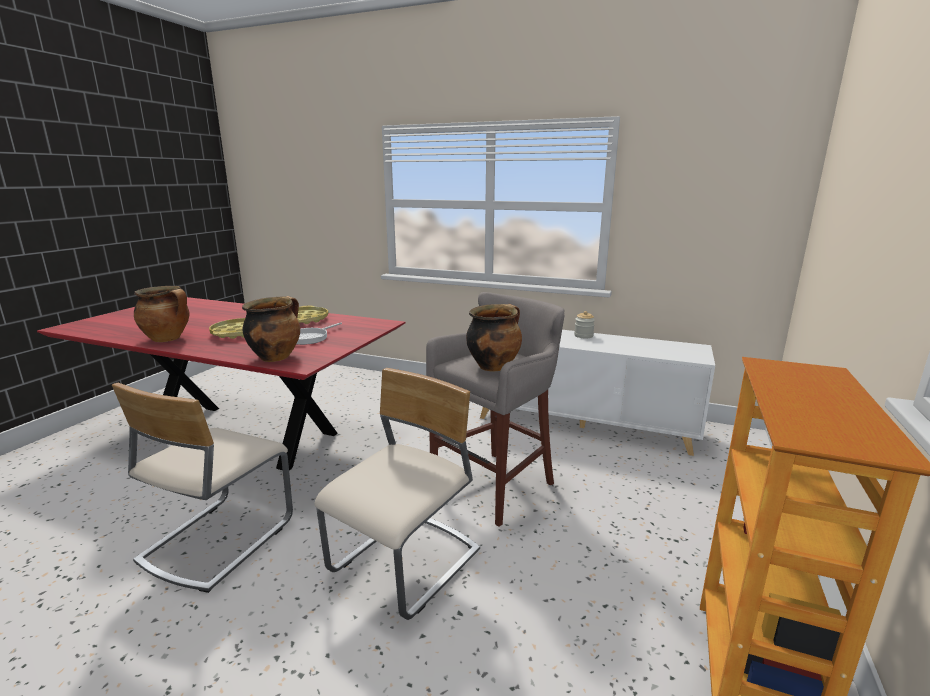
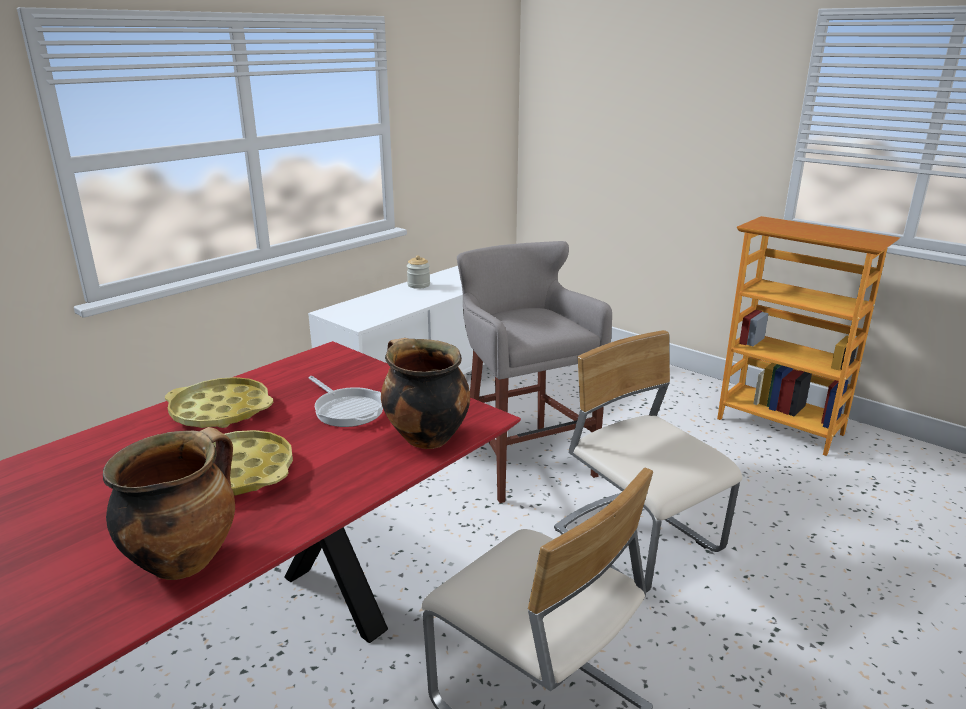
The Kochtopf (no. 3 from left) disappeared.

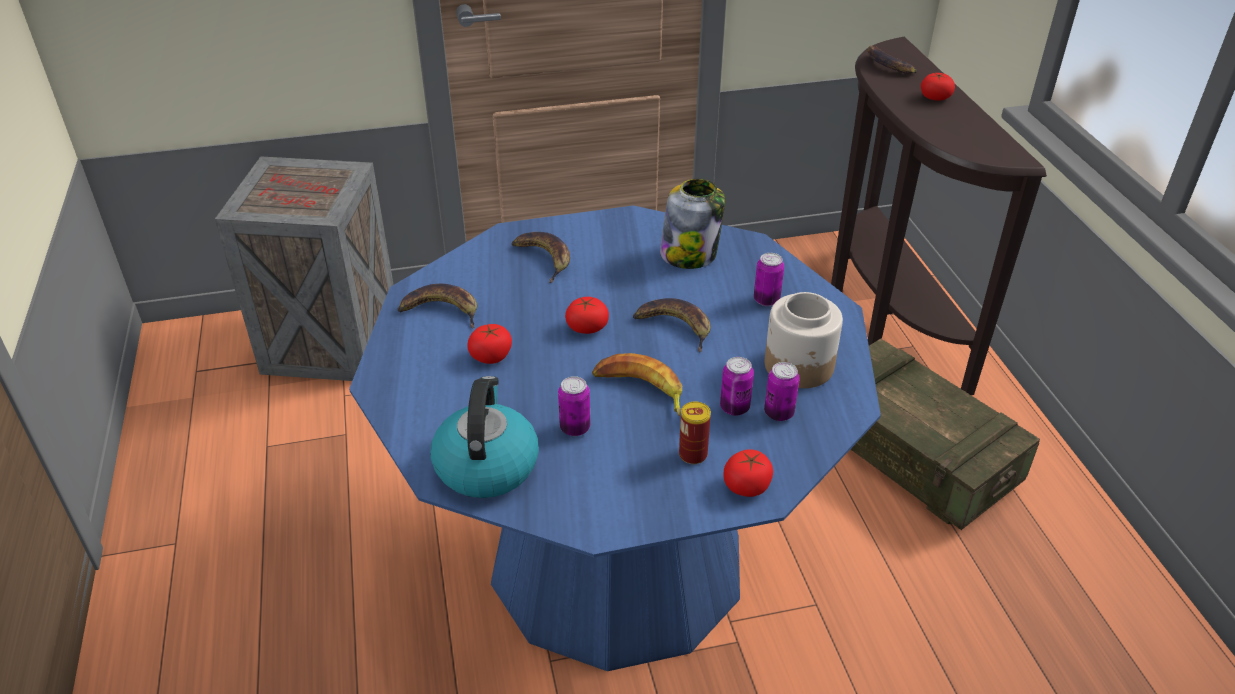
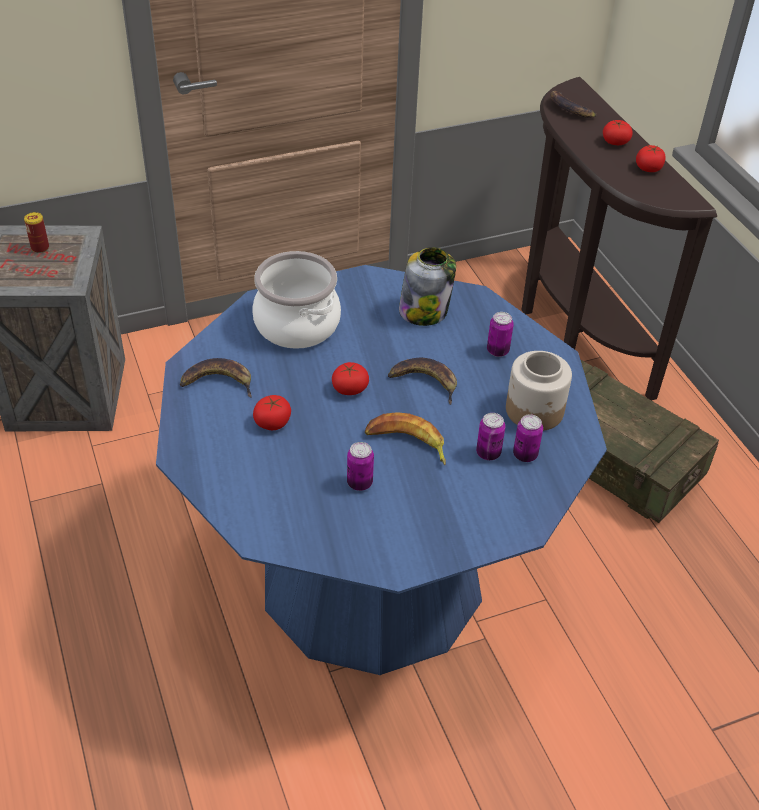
The Wasserkessel disappeared. The Banane (no. 2 from left) was replaced by the Kochtopf. The Dose (no. 2 from left in the first image) moved. The Tomate (no. 3 from left in the first image) moved.

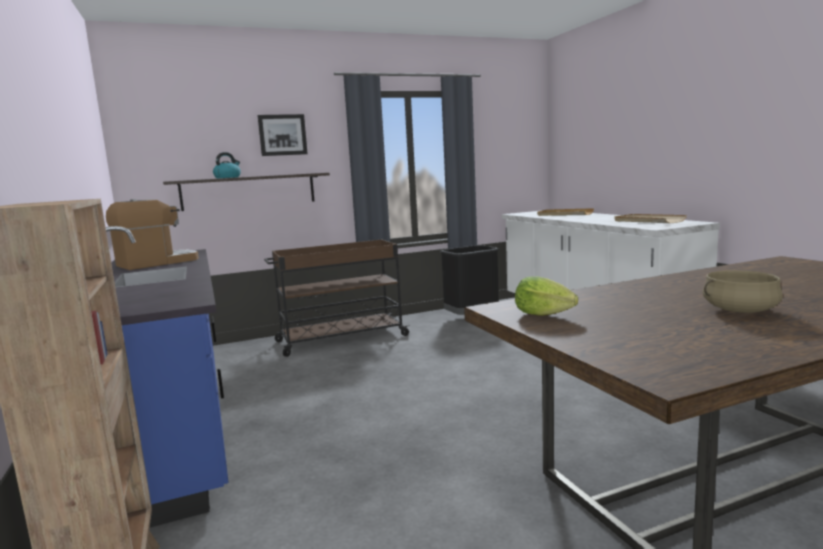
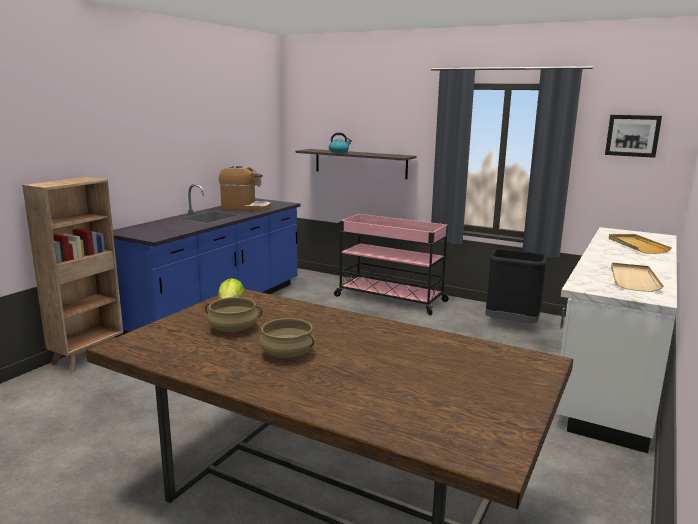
The Bild moved. The Rollwagen (braun) became the Rollwagen (rosa). The Kochtopf (beige) (no. 1 from left) appeared.

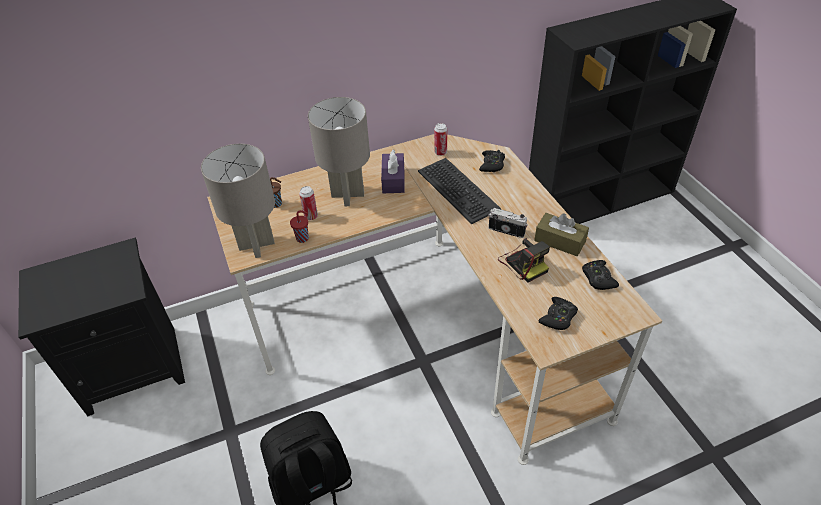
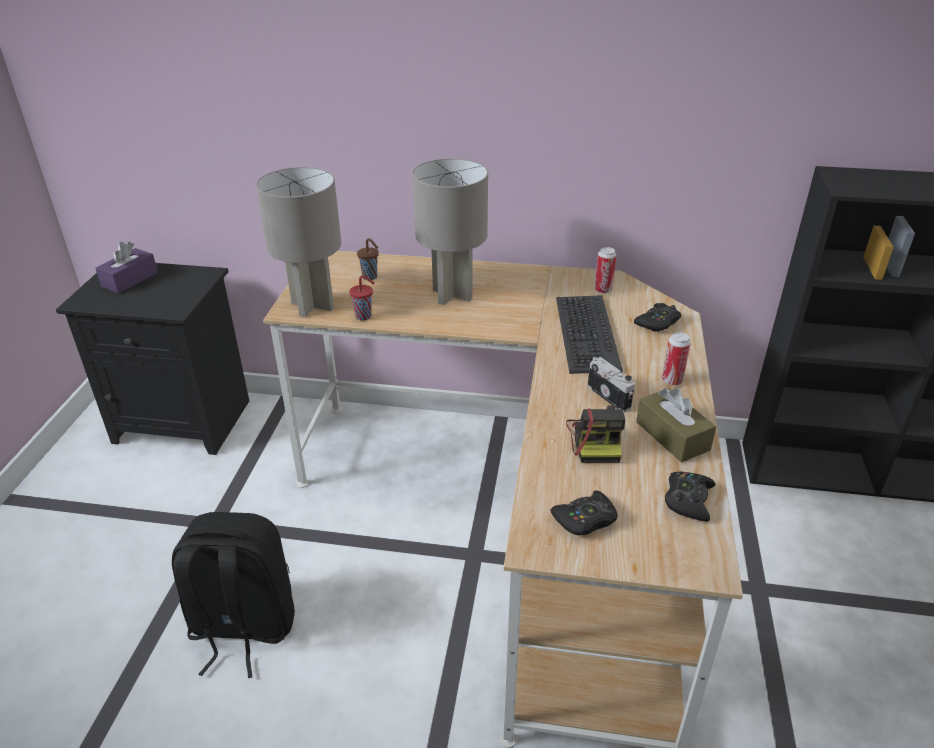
The Dose (no. 1 from left in the first image) moved. The Taschentuchbox (lila) moved.

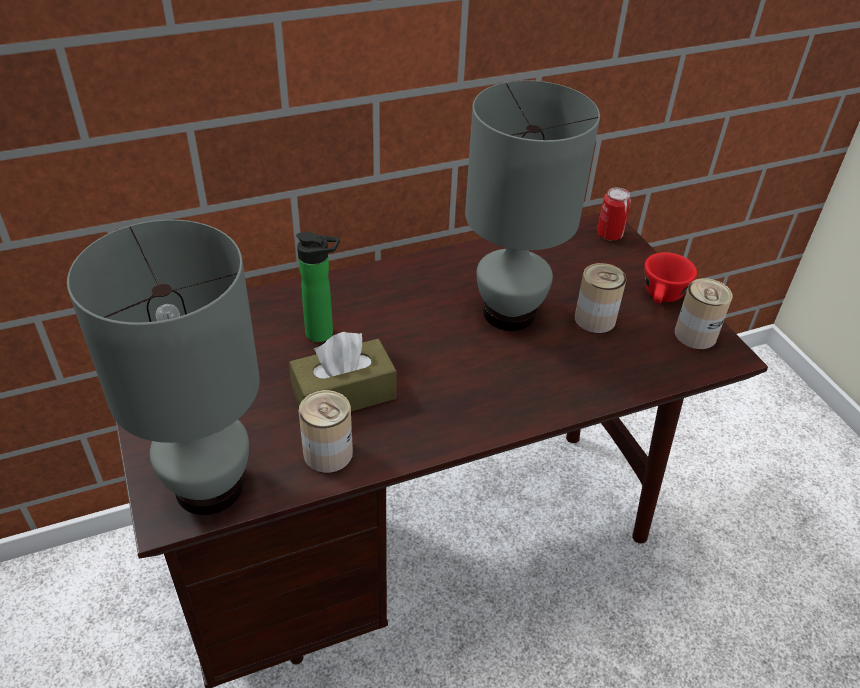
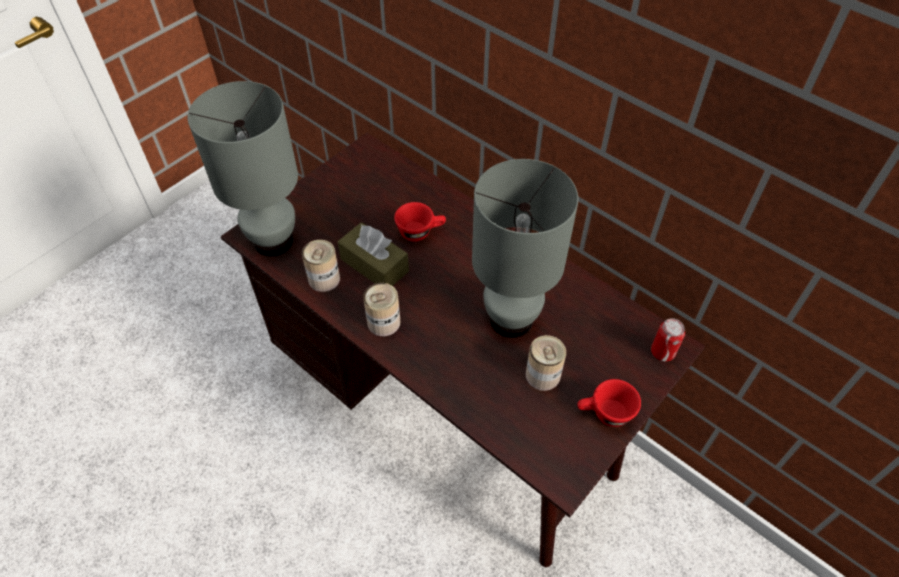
The Flasche was replaced by the Tasse (rot) (no. 1 from left). The Dose (no. 4 from left in the first image) moved.

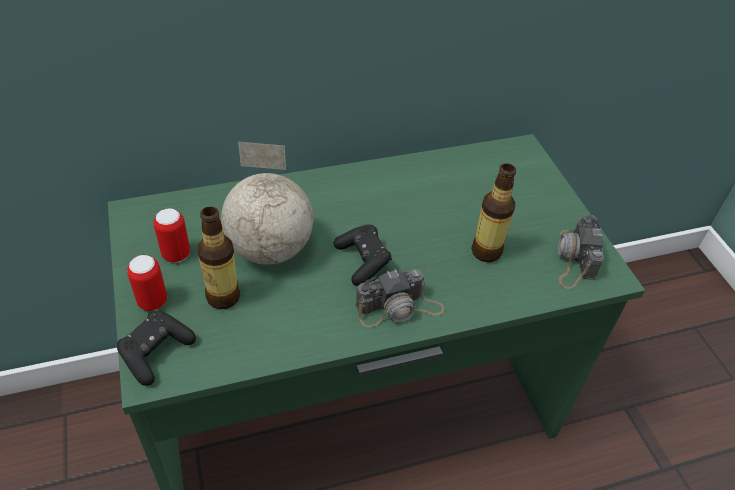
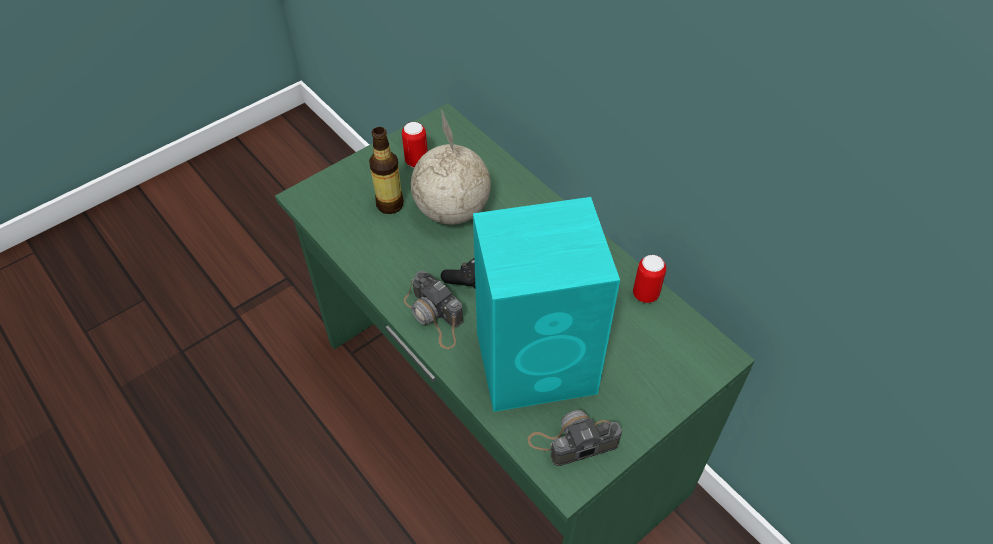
The Gamepad (schwarz) (no. 1 from left) disappeared. The Dose (no. 1 from left in the first image) moved. The Flasche (no. 2 from left) was replaced by the Lautsprecher (türkis).

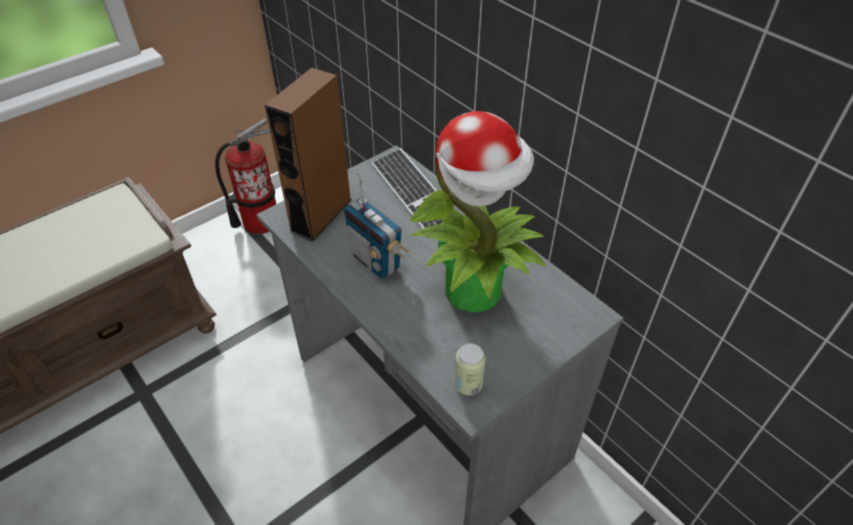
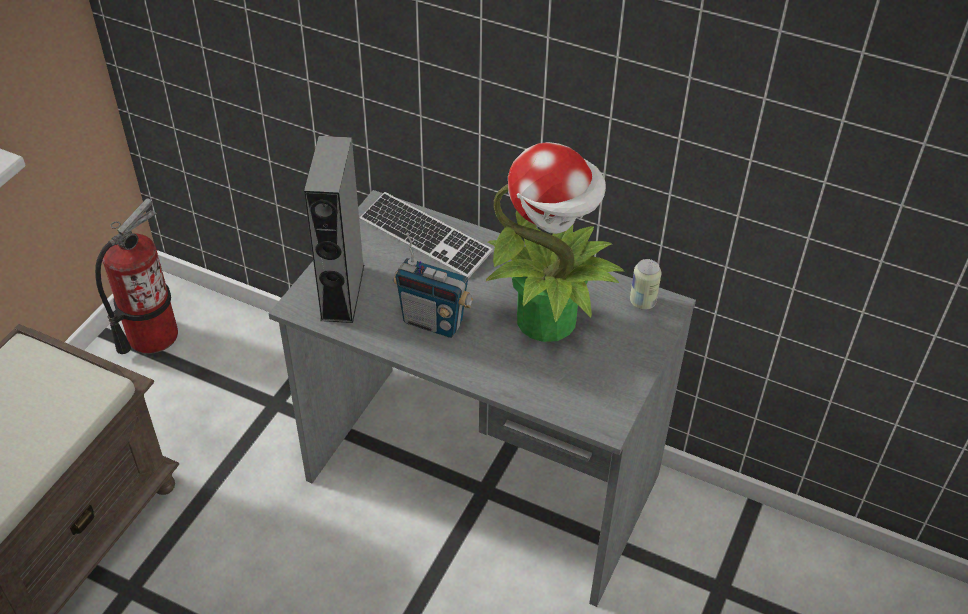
The Lautsprecher (braun) became the Lautsprecher (grau). The Dose moved.

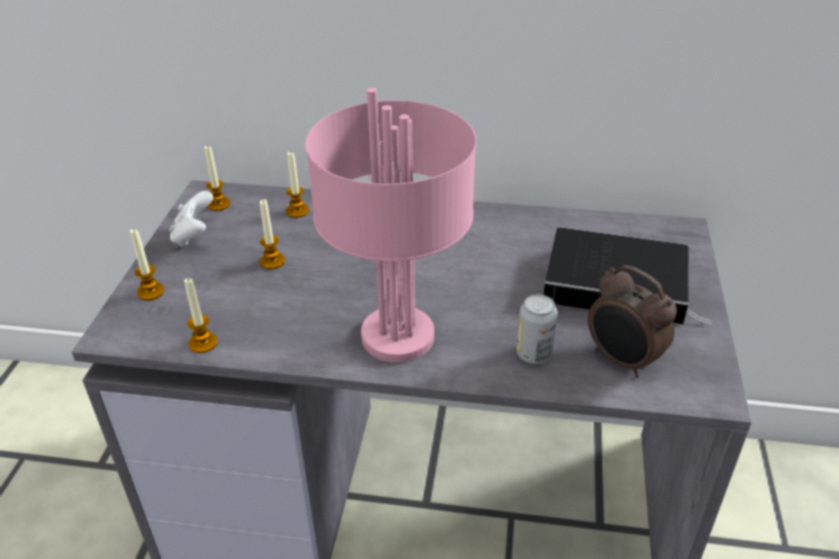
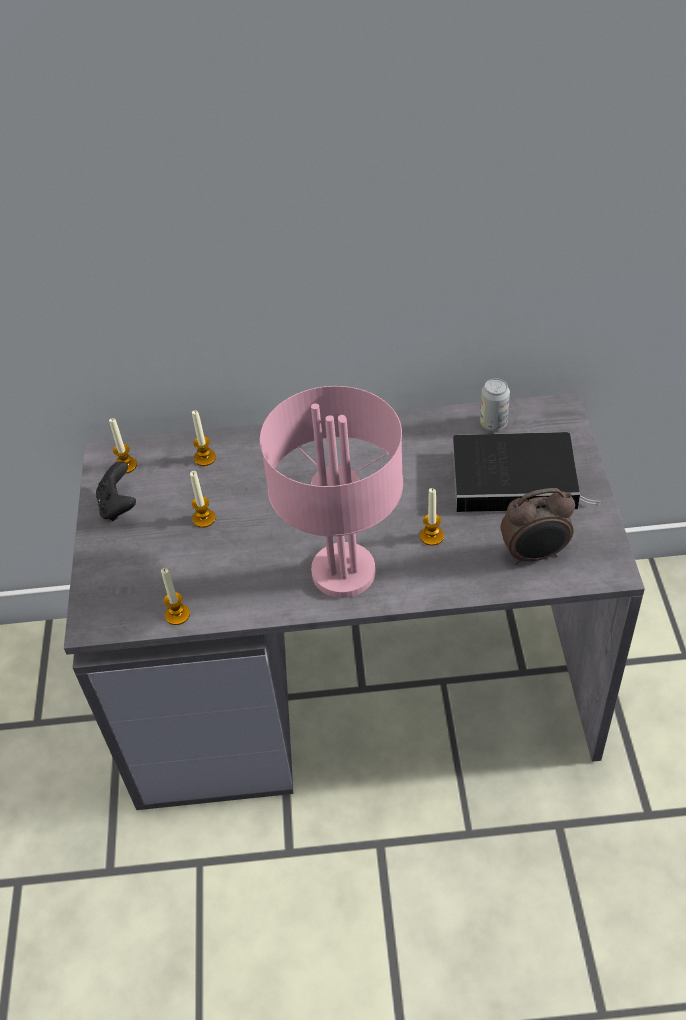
The Kerze (no. 1 from left in the first image) moved. The Gamepad (weiß) became the Gamepad (schwarz). The Dose moved. The Wecker turned 45 degrees counterclockwise.

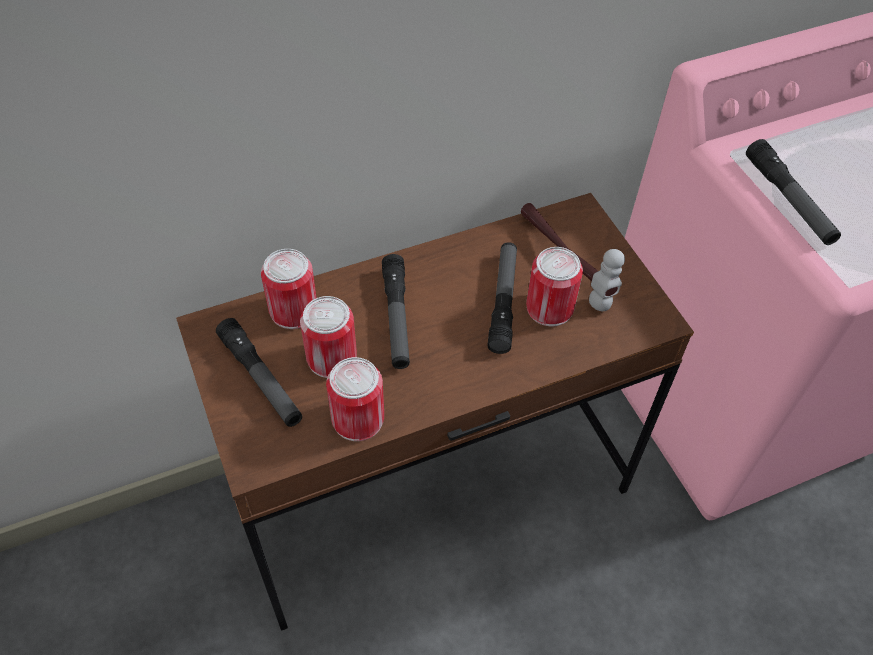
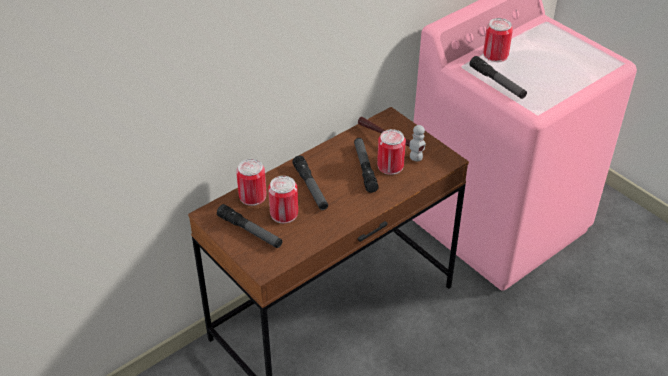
The Dose (no. 3 from left in the first image) moved.

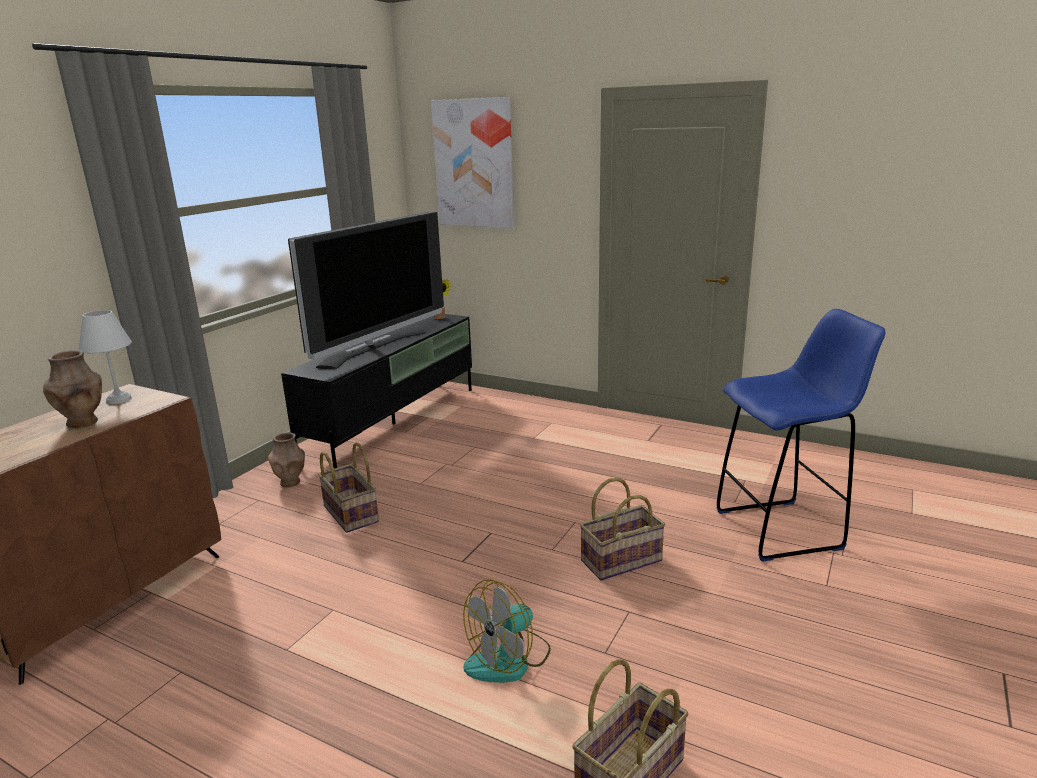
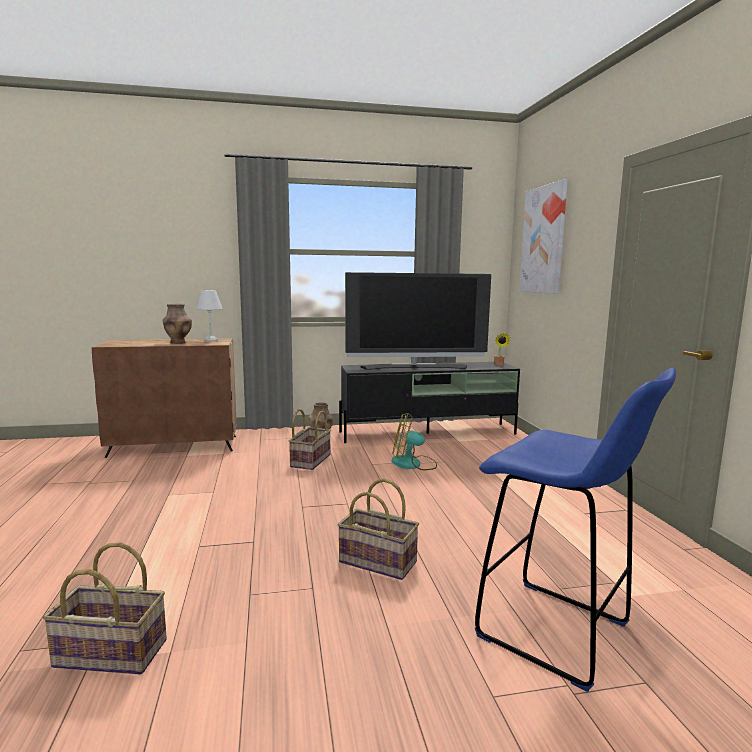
The Ventilator moved.

